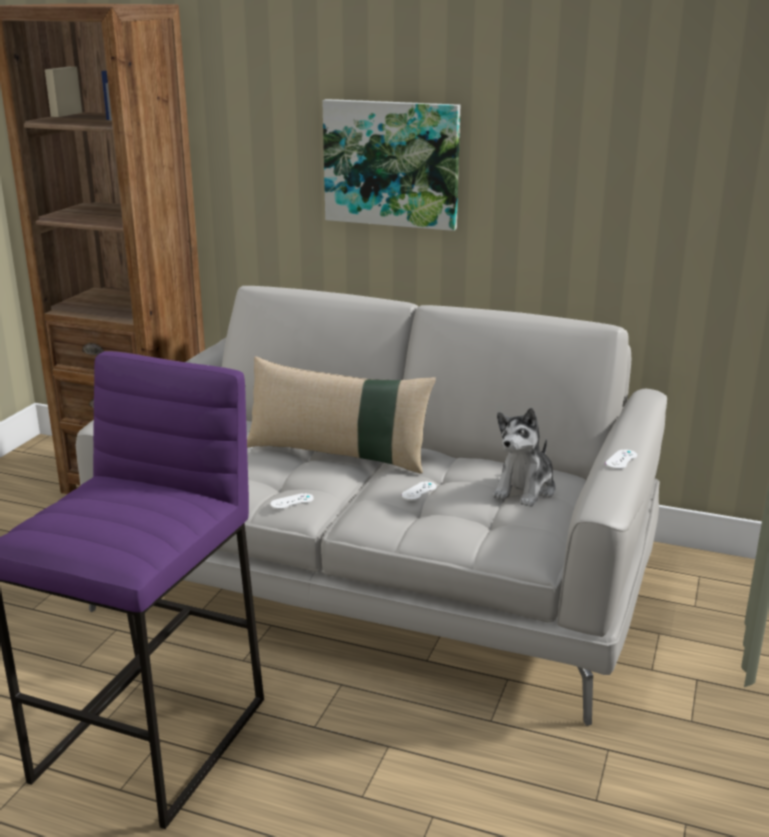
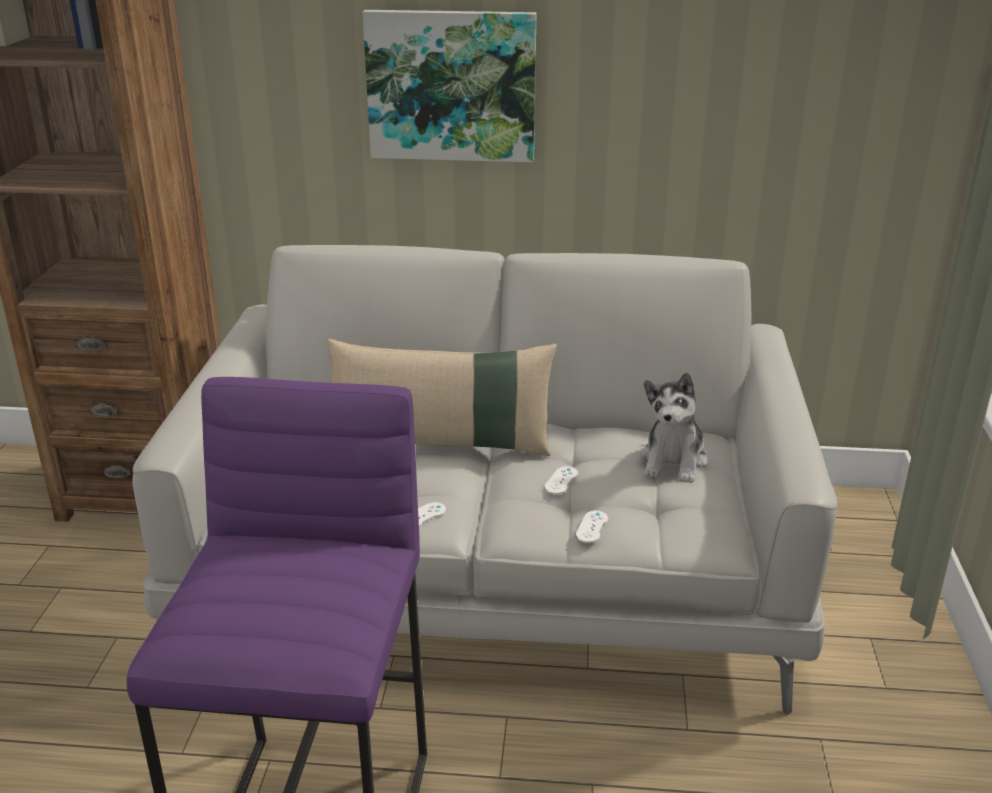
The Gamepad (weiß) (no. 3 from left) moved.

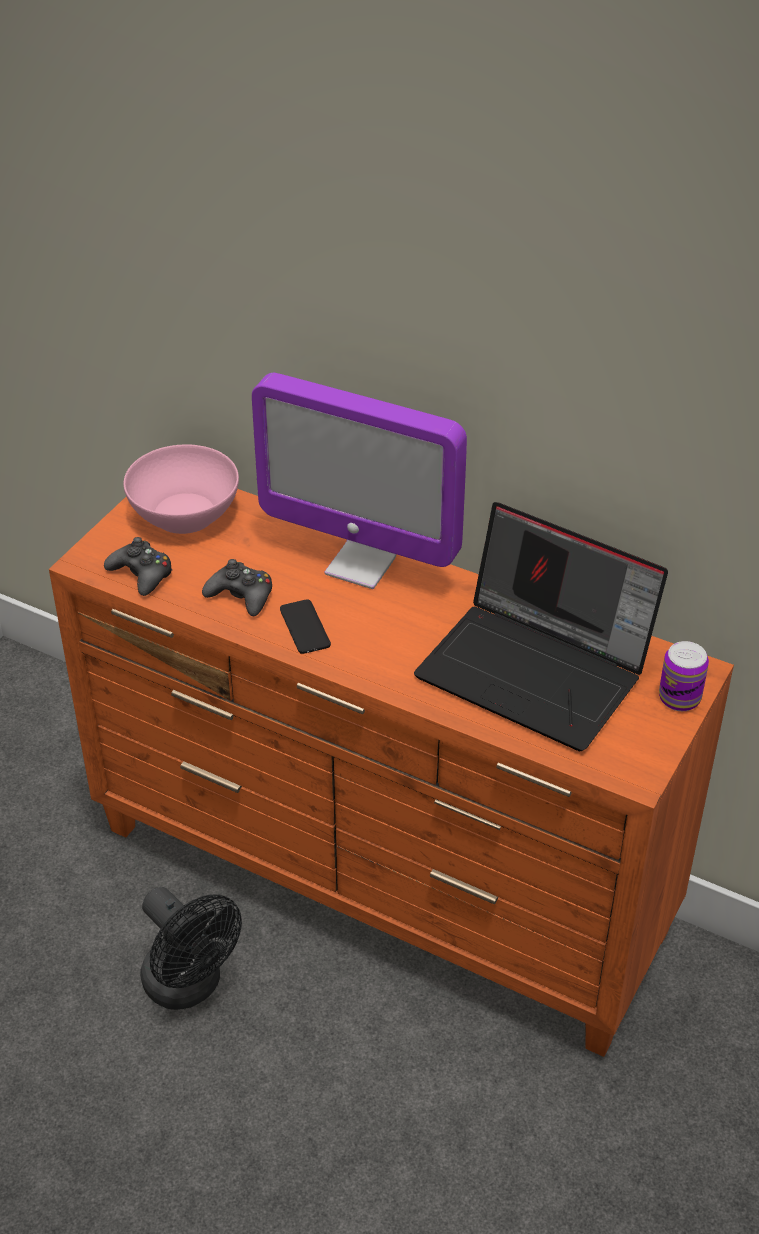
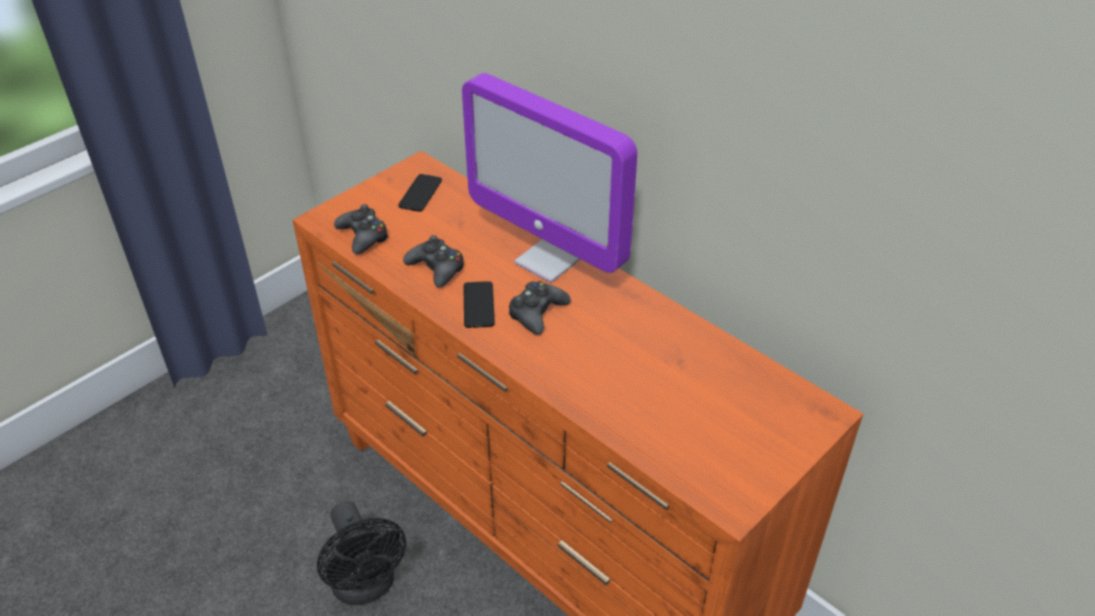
The Schüssel (rosa) was replaced by the Handy (no. 1 from left). The Laptop disappeared. The Dose disappeared. The Gamepad (schwarz) (no. 3 from left) appeared.

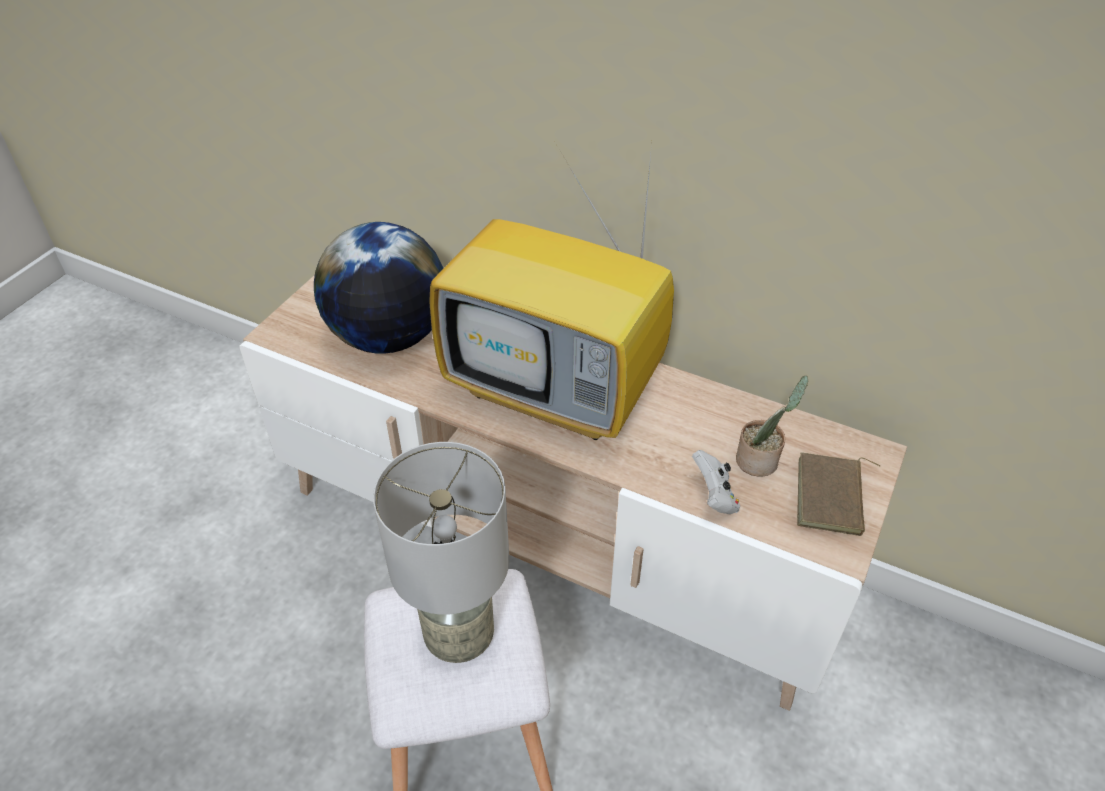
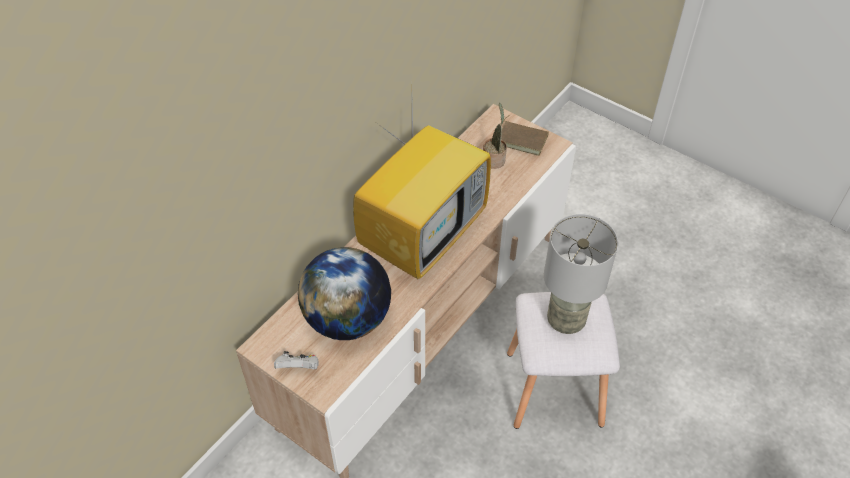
The Gamepad (weiß) moved.

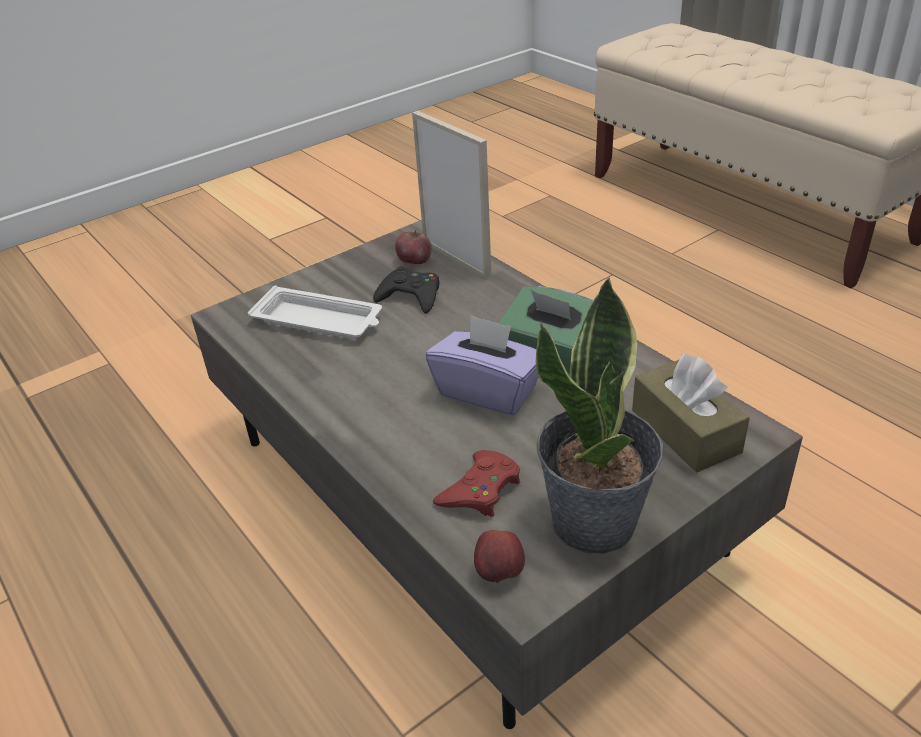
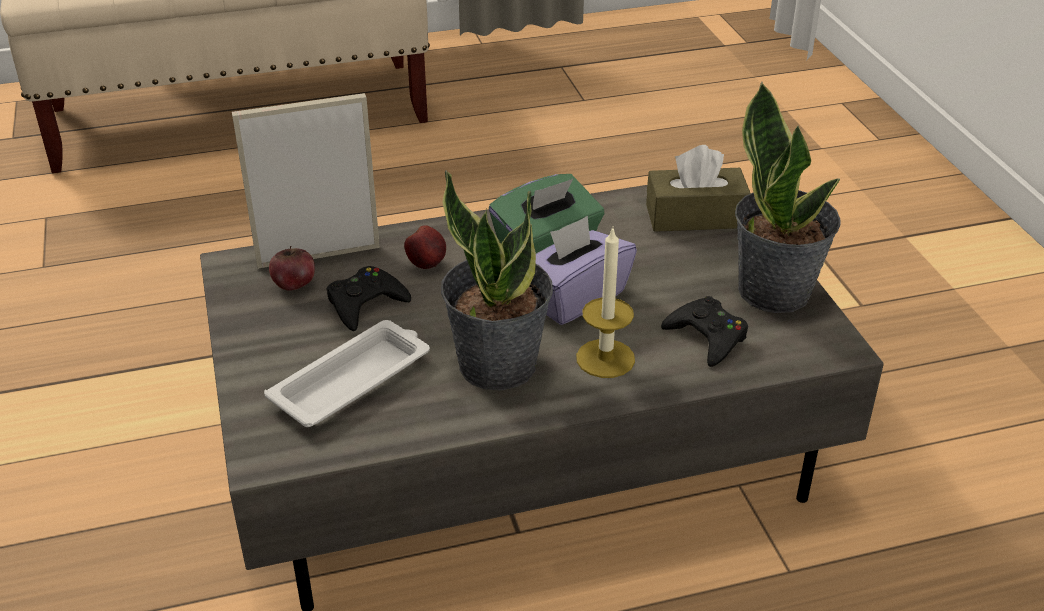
The Gamepad (rot) became the Gamepad (schwarz) (no. 2 from left). The Apfel (no. 2 from left) moved. The Topfpflanze (no. 1 from left) appeared. The Kerze appeared.

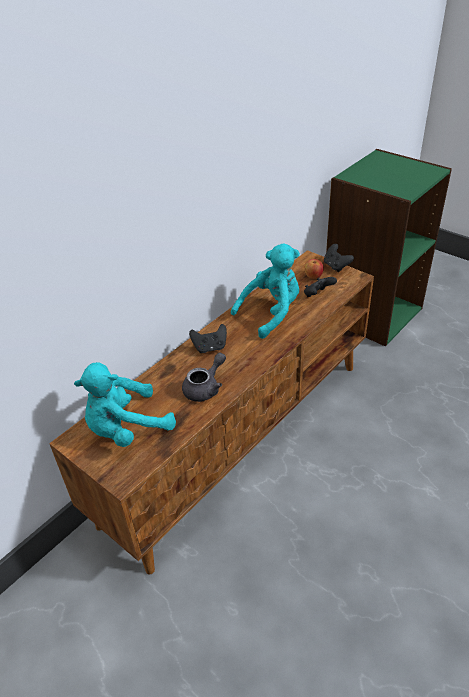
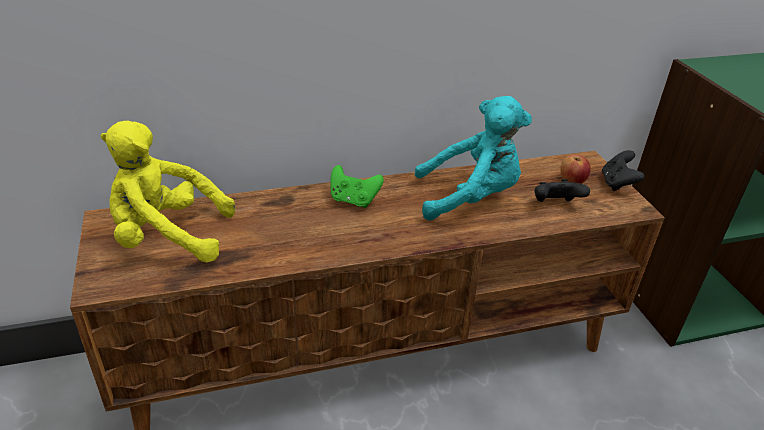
The Plüschtier (türkis) (no. 1 from left) became the Plüschtier (gelb). The Teekanne (grau) disappeared. The Gamepad (schwarz) (no. 1 from left) became the Gamepad (grün).

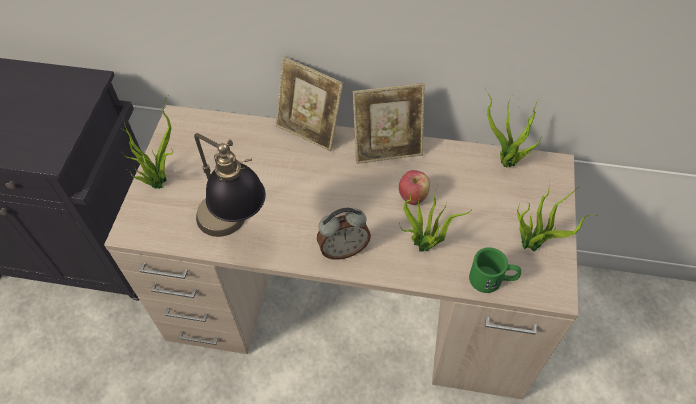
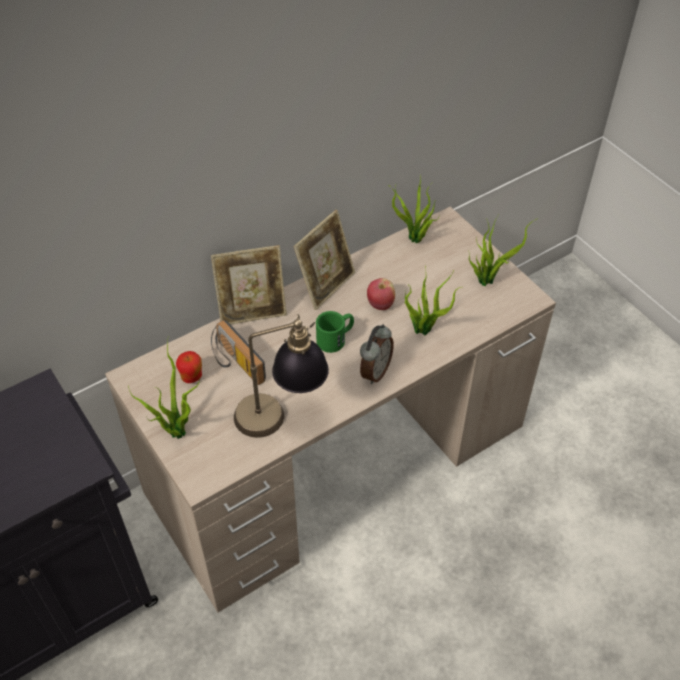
The Henkelbecher (grün) moved. The Apfel (no. 1 from left) appeared. The Radio appeared.

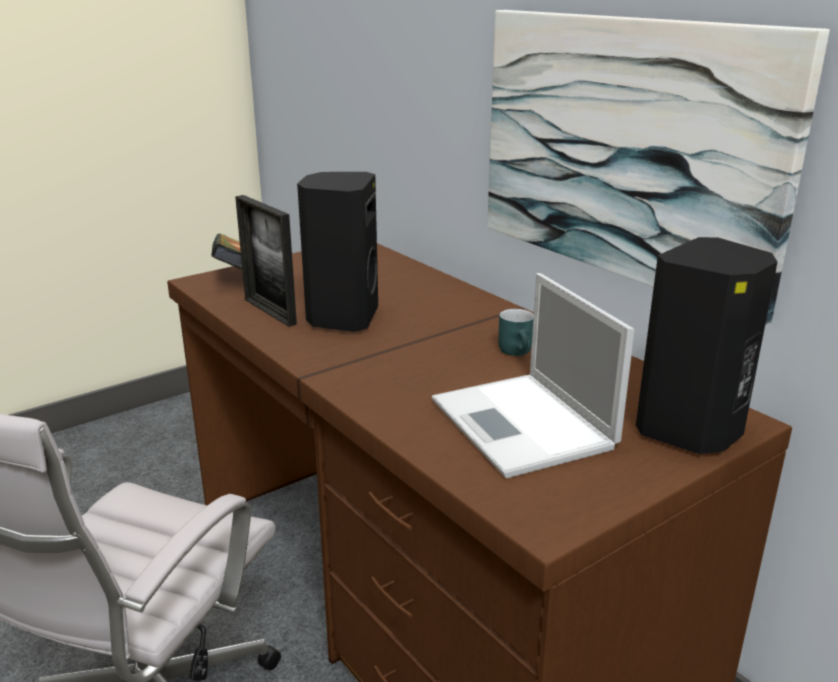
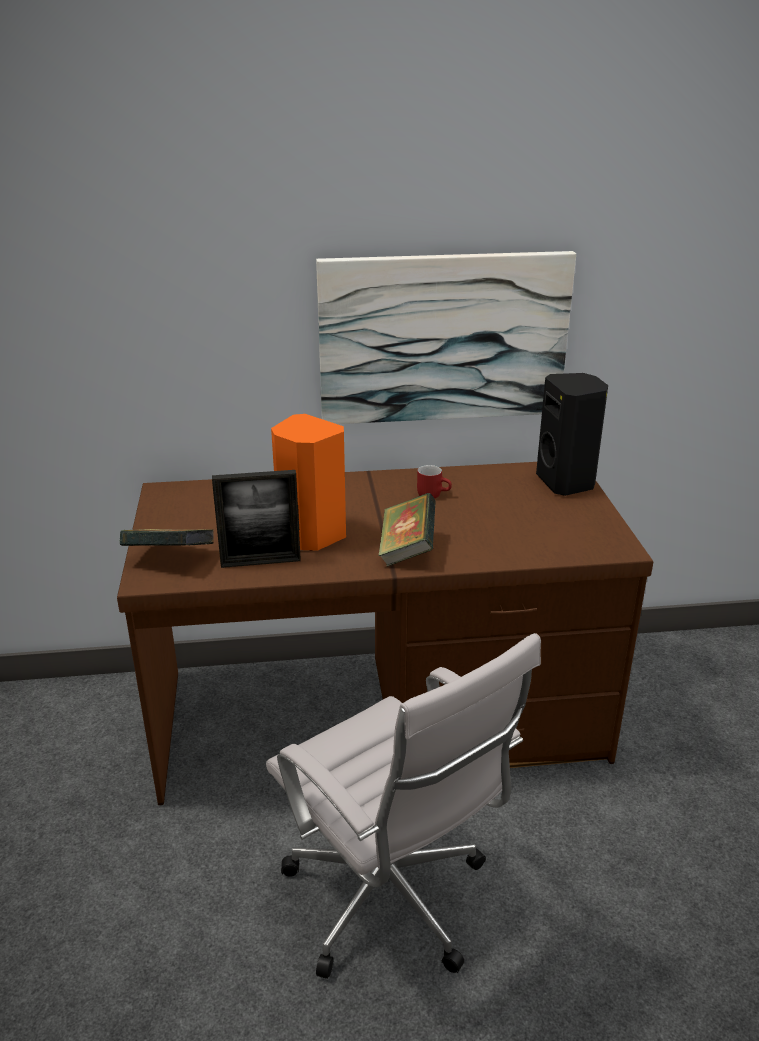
The Lautsprecher (schwarz) (no. 1 from left) became the Lautsprecher (orange). The Laptop disappeared. The Henkelbecher (türkis) became the Henkelbecher (rot). The Buch (no. 2 from left) appeared.

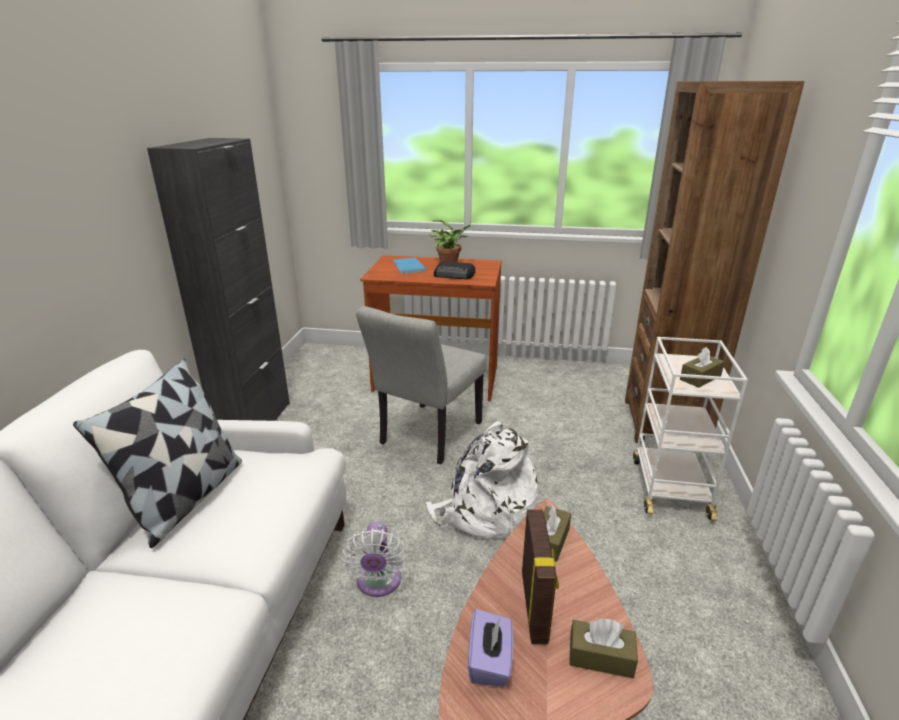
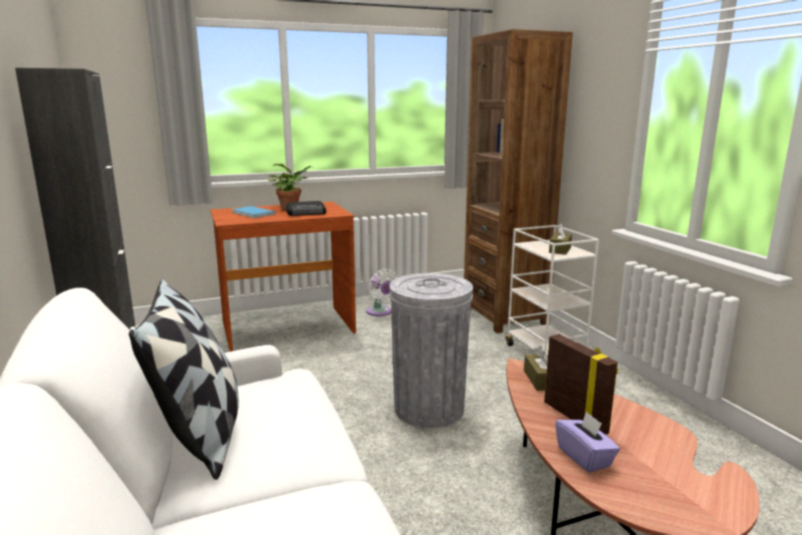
The Ventilator (weiß) moved. The Stuhl (grau) disappeared. The Rucksack (weiß) was replaced by the Mülleimer (grau). The Taschentuchbox (braun) (no. 2 from left) disappeared.

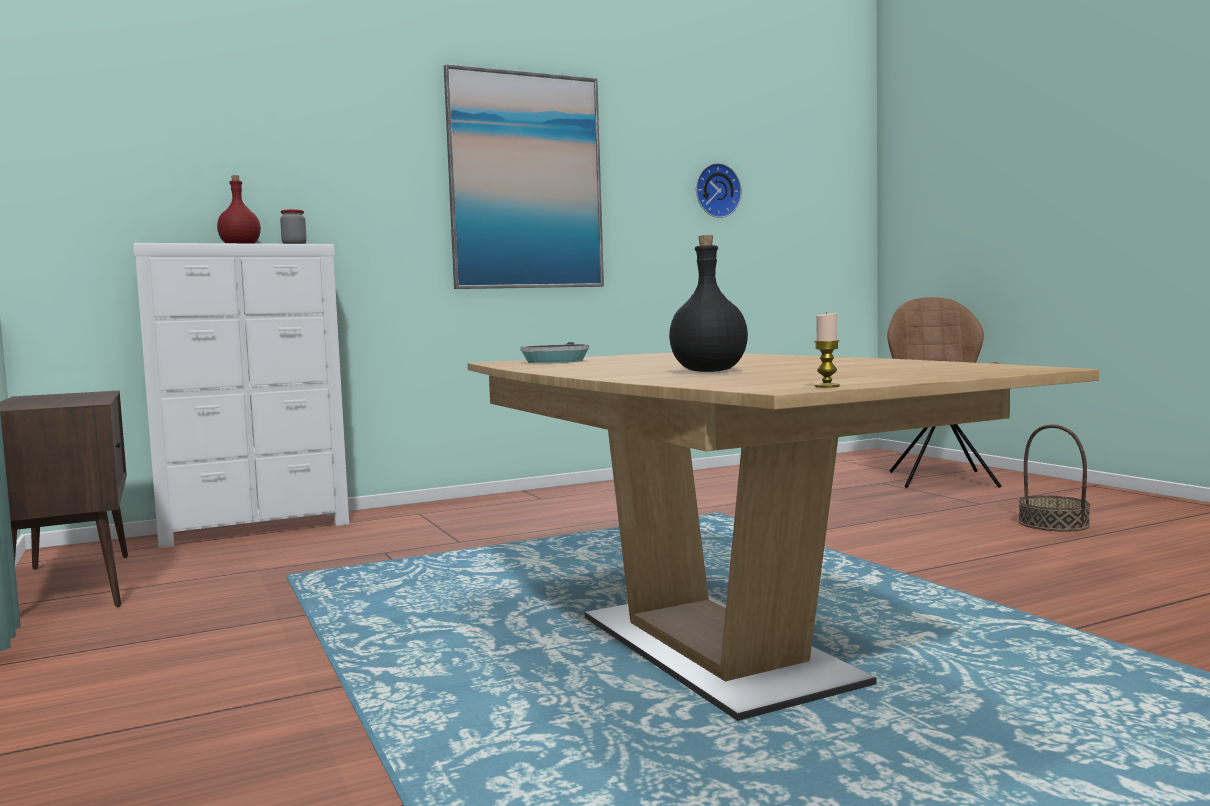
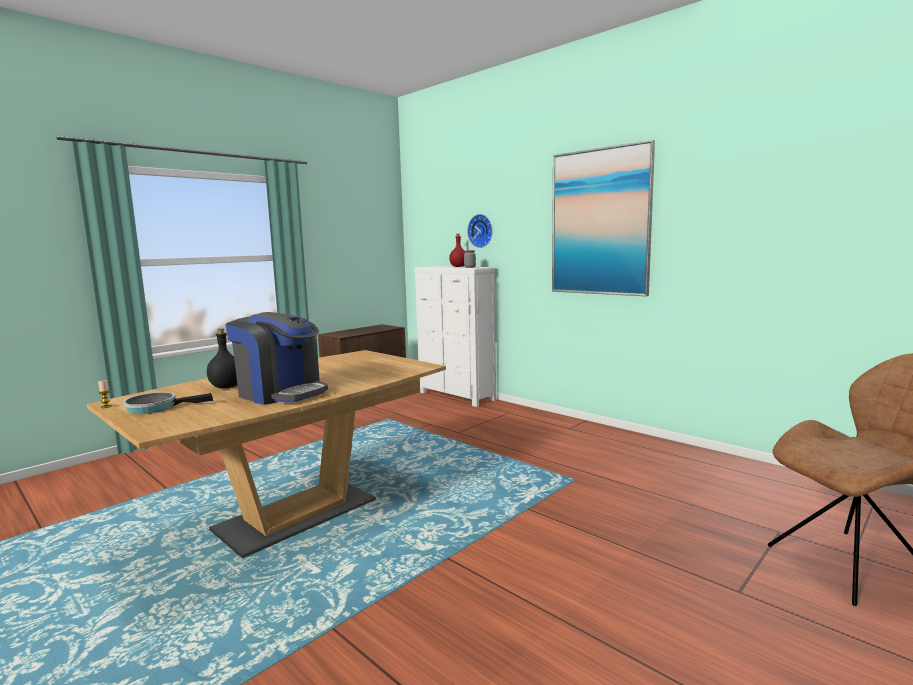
The Pfanne moved. The Wanduhr moved. The Korb disappeared. The Kaffeemaschine appeared.

